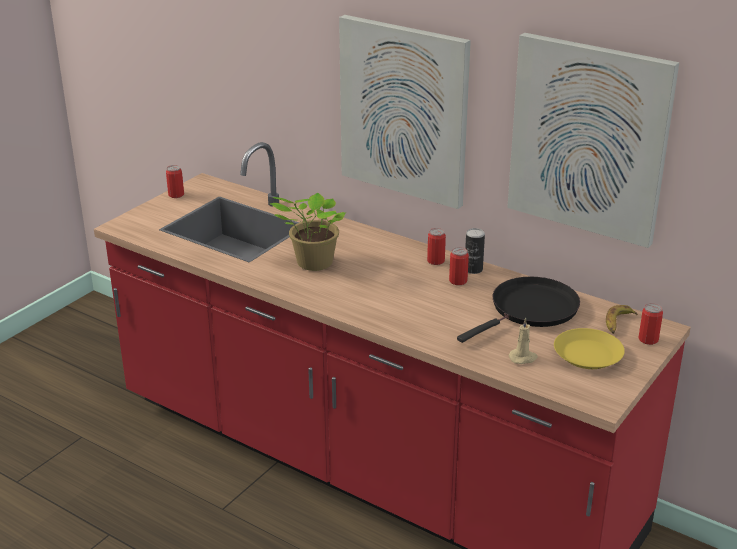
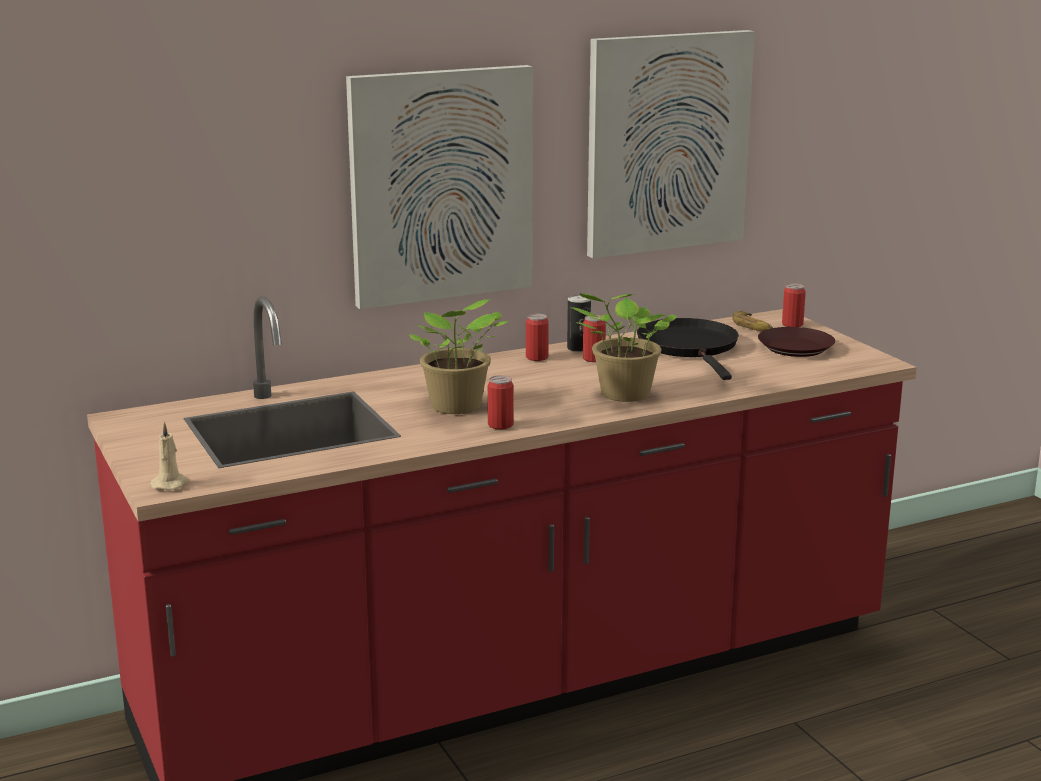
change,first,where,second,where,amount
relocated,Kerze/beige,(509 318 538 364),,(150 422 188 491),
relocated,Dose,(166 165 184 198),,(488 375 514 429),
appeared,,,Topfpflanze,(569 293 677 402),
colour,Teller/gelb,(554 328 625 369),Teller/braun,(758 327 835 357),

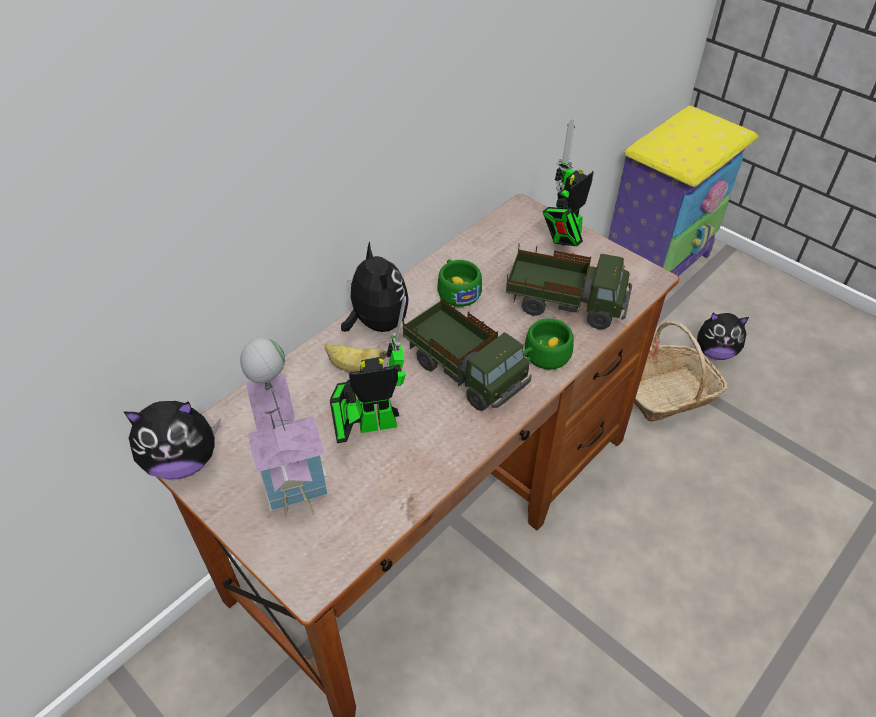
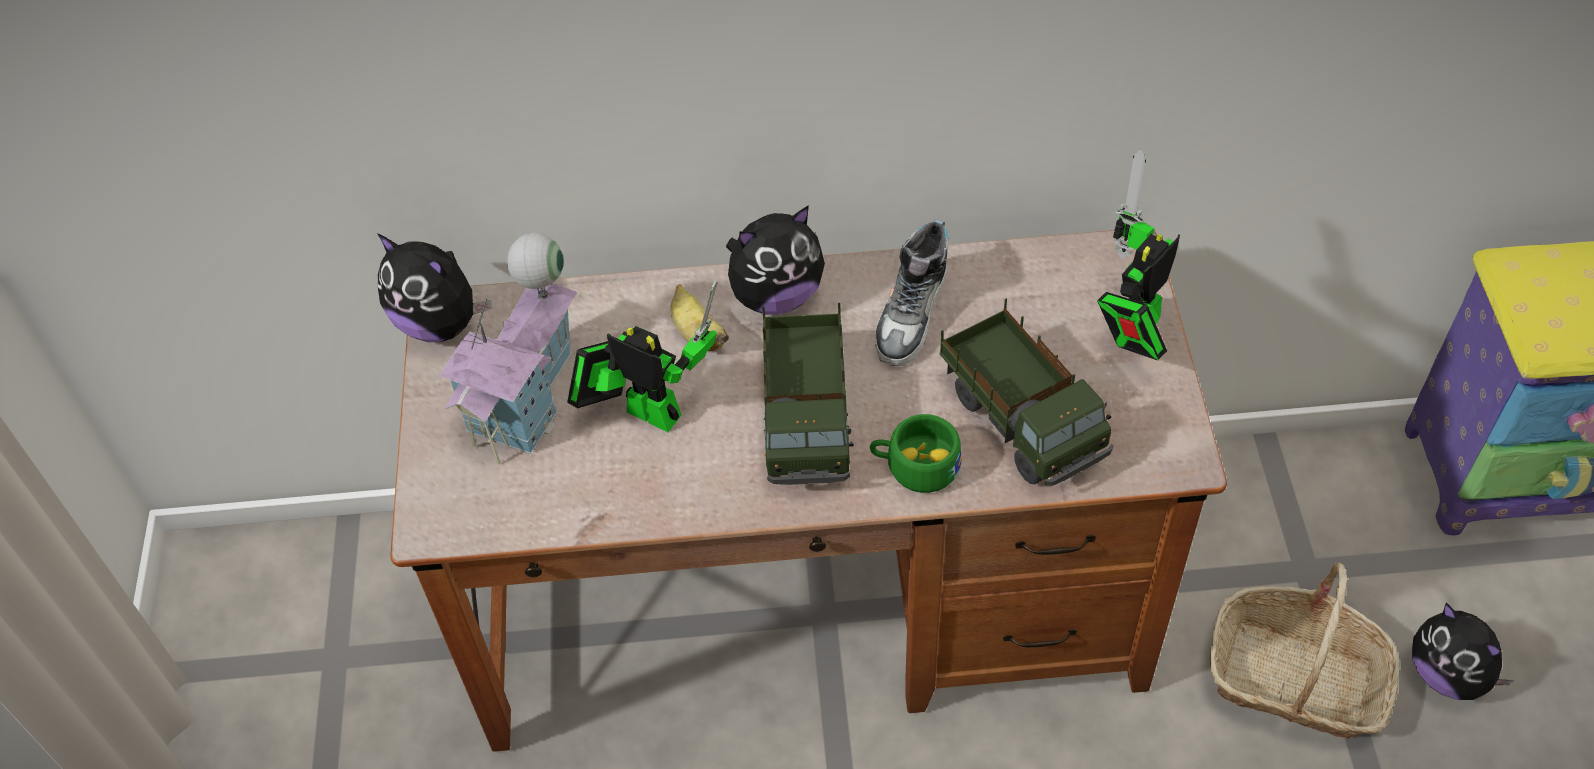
change,first,where,second,where,amount
spun,Plüschtier,(341 241 409 332),,(726 205 825 315),45 degrees clockwise
exchanged,Tasse/grün,(437 259 482 307),Schuh,(875 219 949 366),
spun,Spielzeugroboter,(543 119 594 246),,(1097 149 1180 361),45 degrees counterclockwise

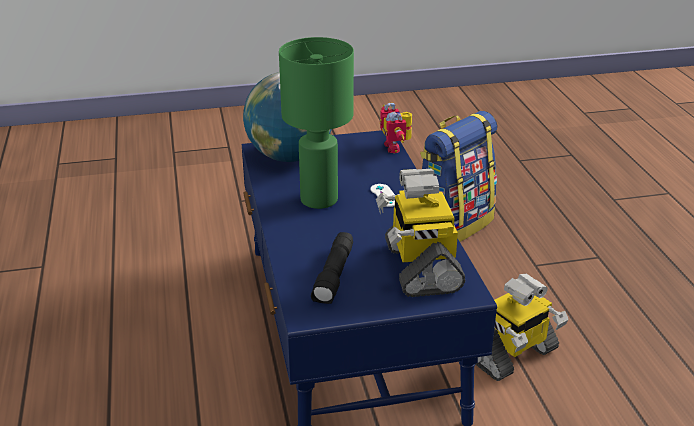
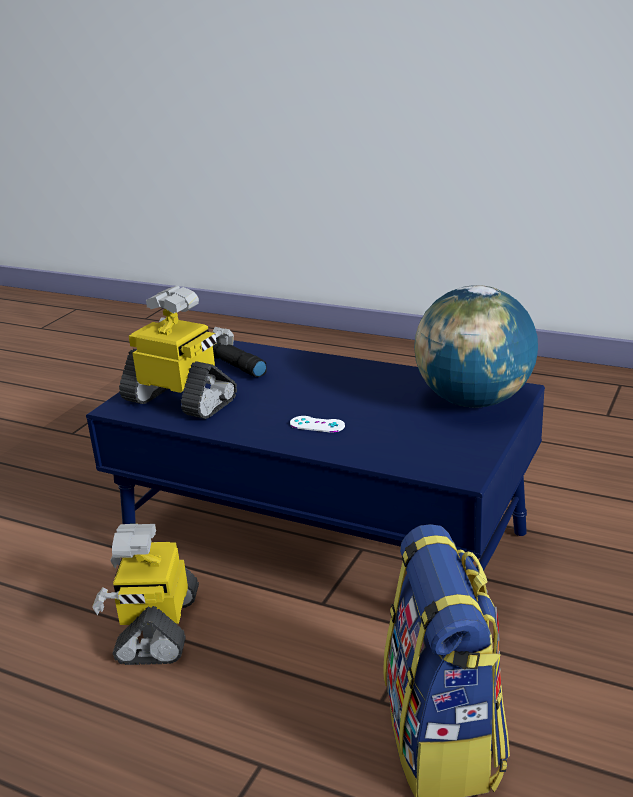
change,first,where,second,where,amount
missing,Tischlampe/grün,(279 37 354 209),,,
missing,Spielzeugroboter,(380 103 412 153),,,

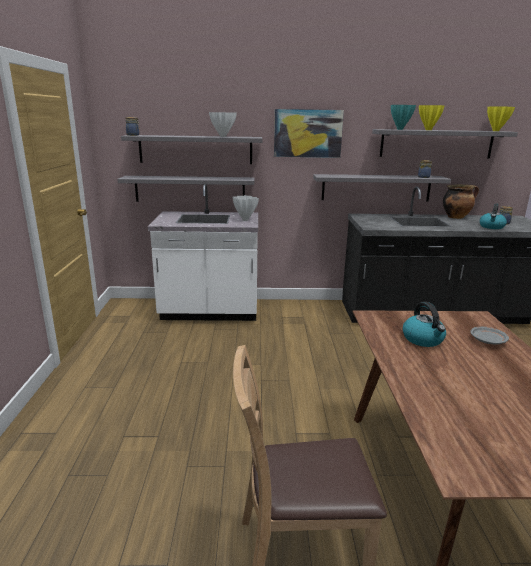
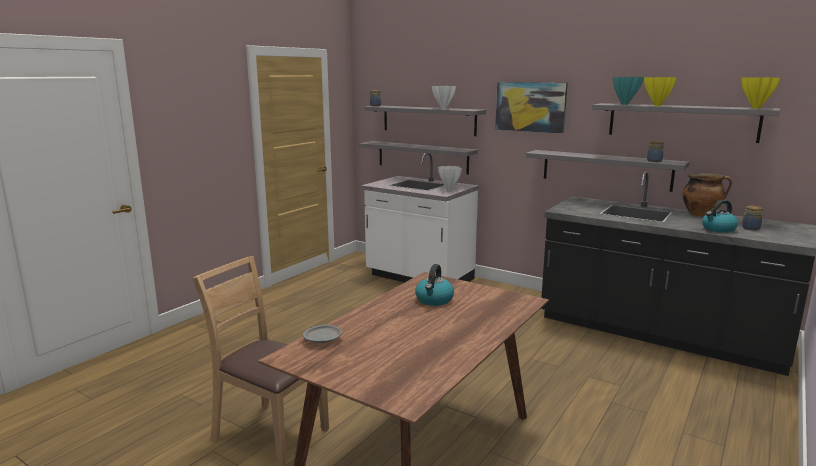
change,first,where,second,where,amount
relocated,Teller/grau,(471 327 509 344),,(303 324 342 343),

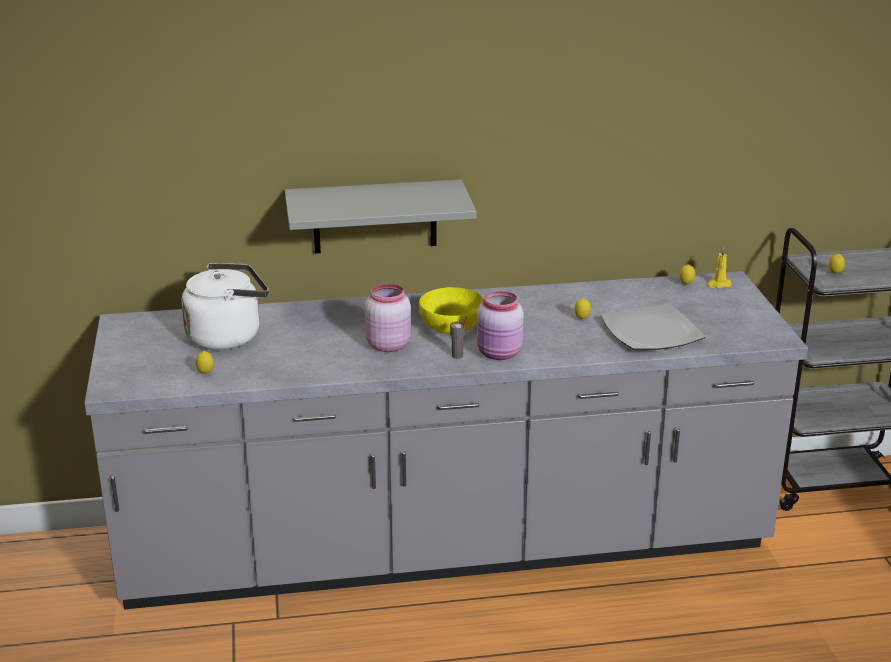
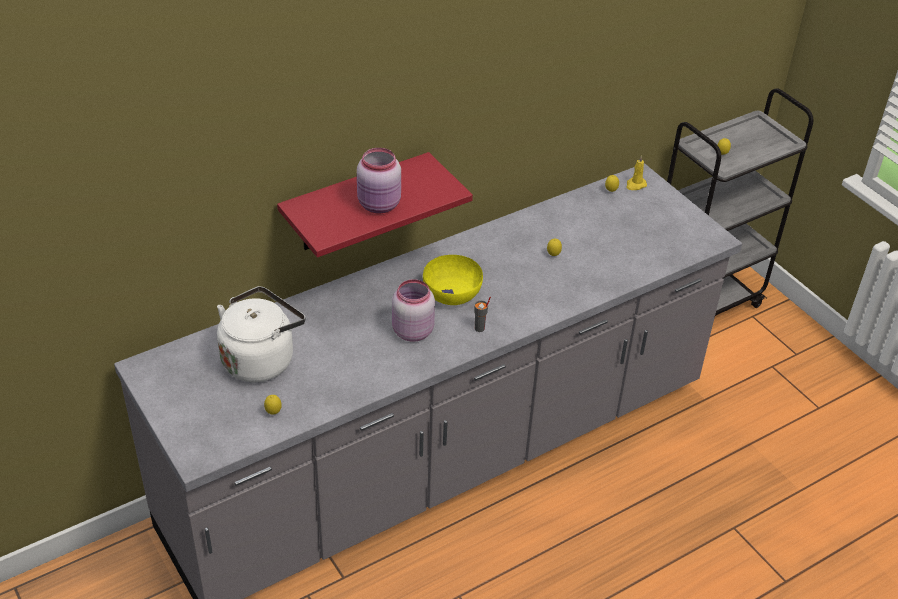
change,first,where,second,where,amount
colour,Wandregal/grau,(285 180 477 254),Wandregal/rot,(277 152 473 257),
relocated,Vorratsglas/rosa,(477 291 524 360),,(357 148 401 213),
missing,Teller,(601 304 705 350),,,

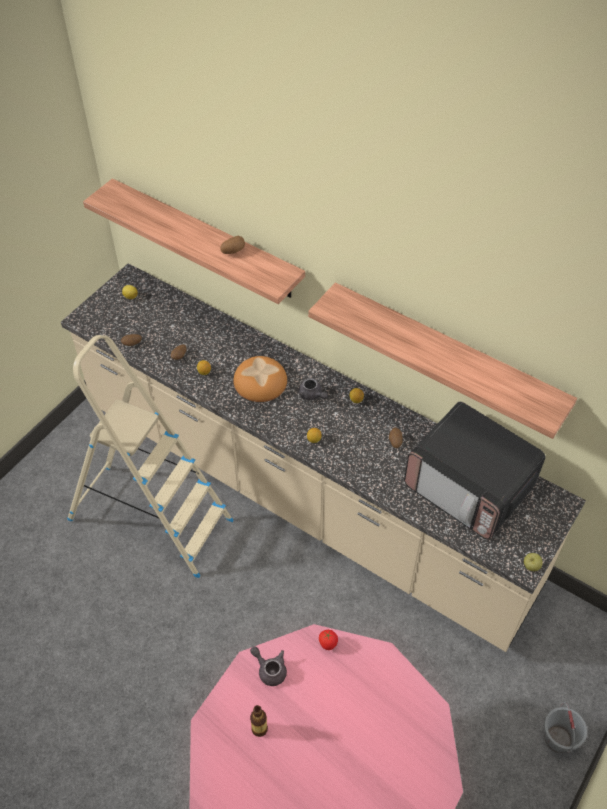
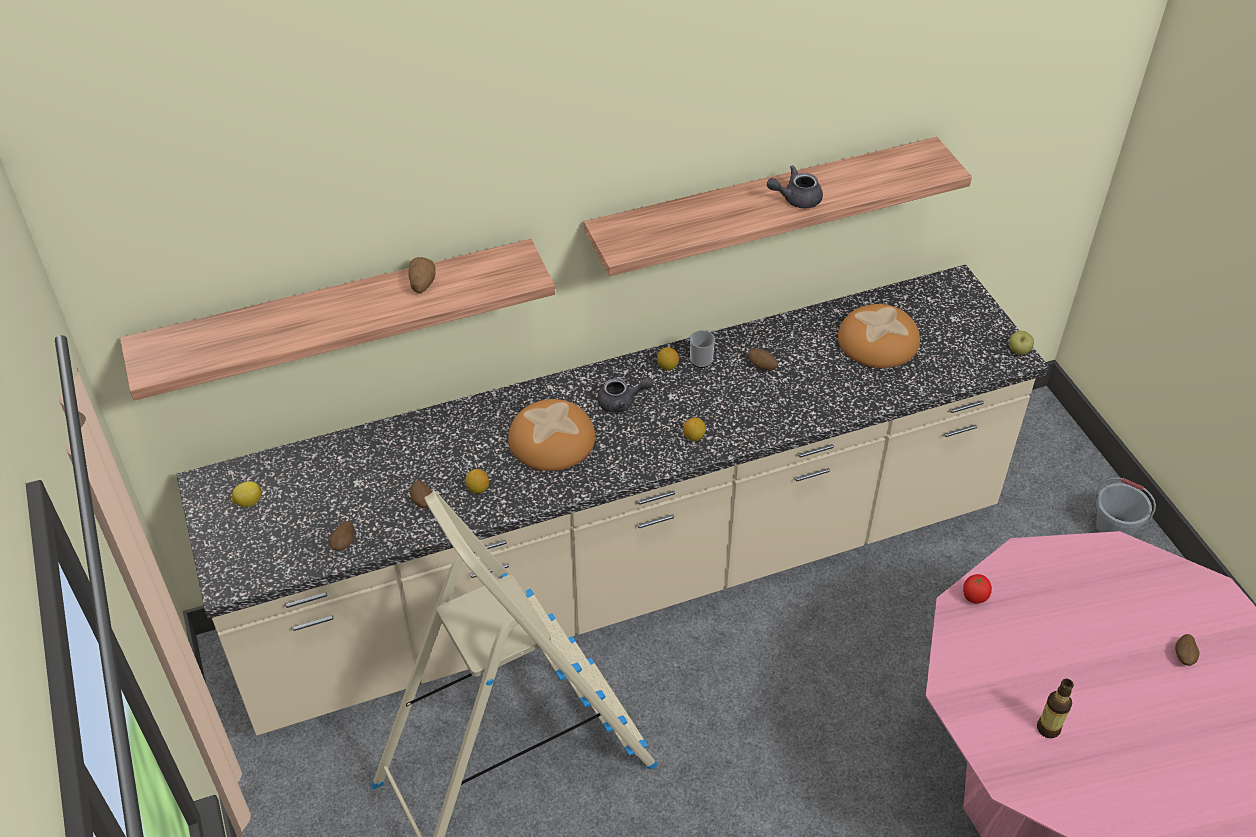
change,first,where,second,where,amount
appeared,,,Henkelbecher,(690 330 715 368),
relocated,Teekanne/grau,(250 646 287 686),,(767 165 823 208),
exchanged,Mikrowelle,(404 402 546 540),Brot,(838 304 920 368),
appeared,,,Kartoffel,(1175 634 1200 666),

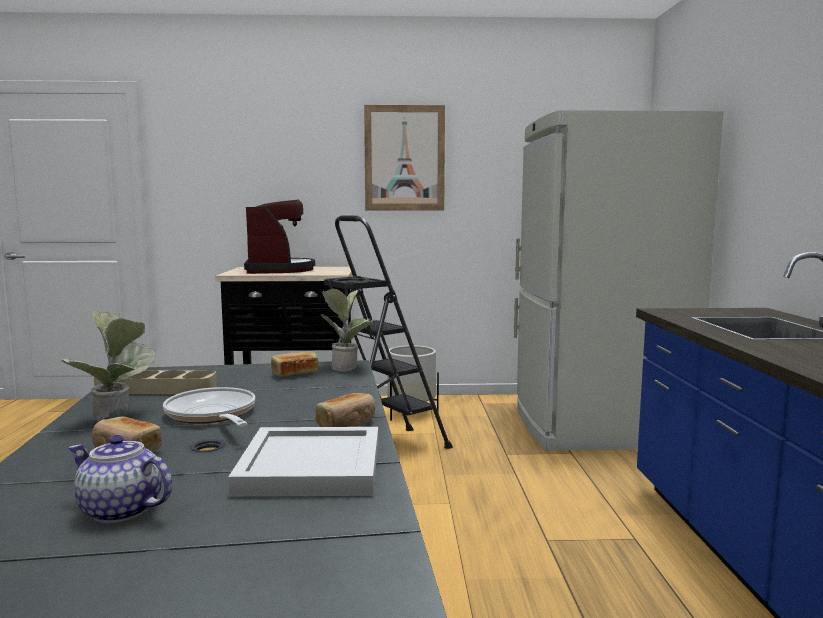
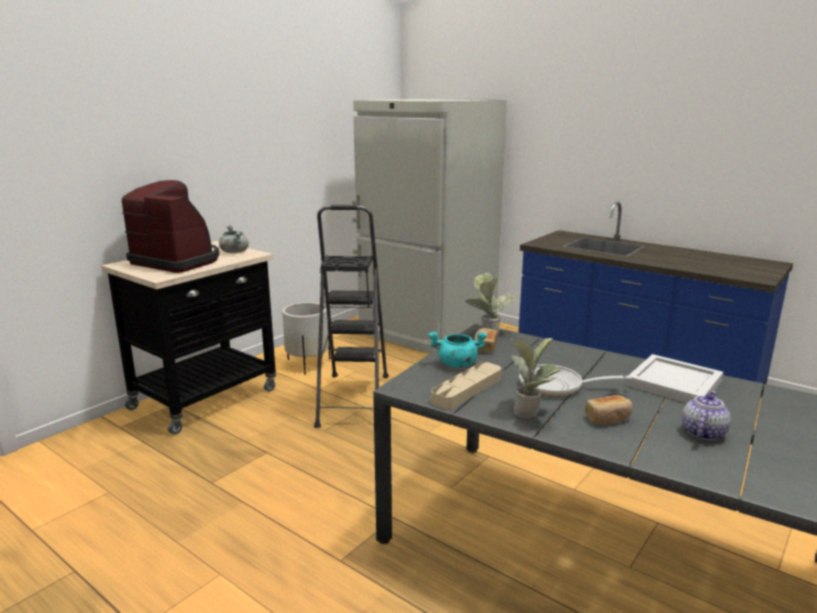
change,first,where,second,where,amount
appeared,,,Kochtopf/grau,(219 225 249 253),
appeared,,,Kochtopf/türkis,(428 332 487 368),
spun,Teekanne,(69 435 172 523),,(682 391 731 440),150 degrees clockwise
missing,Brot,(316 393 375 427),,,
missing,Bild,(364 105 445 210),,,

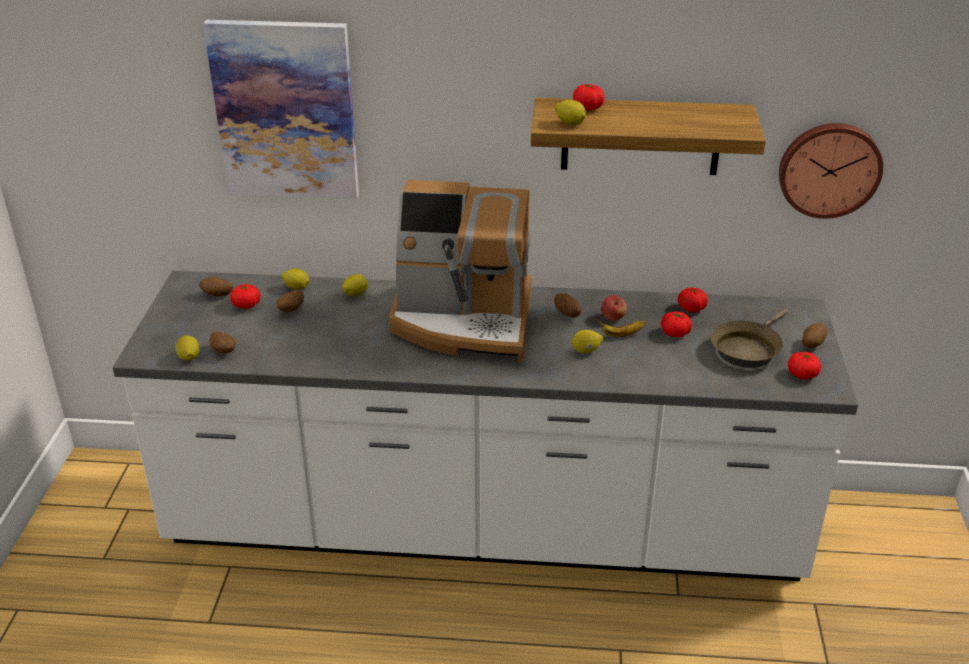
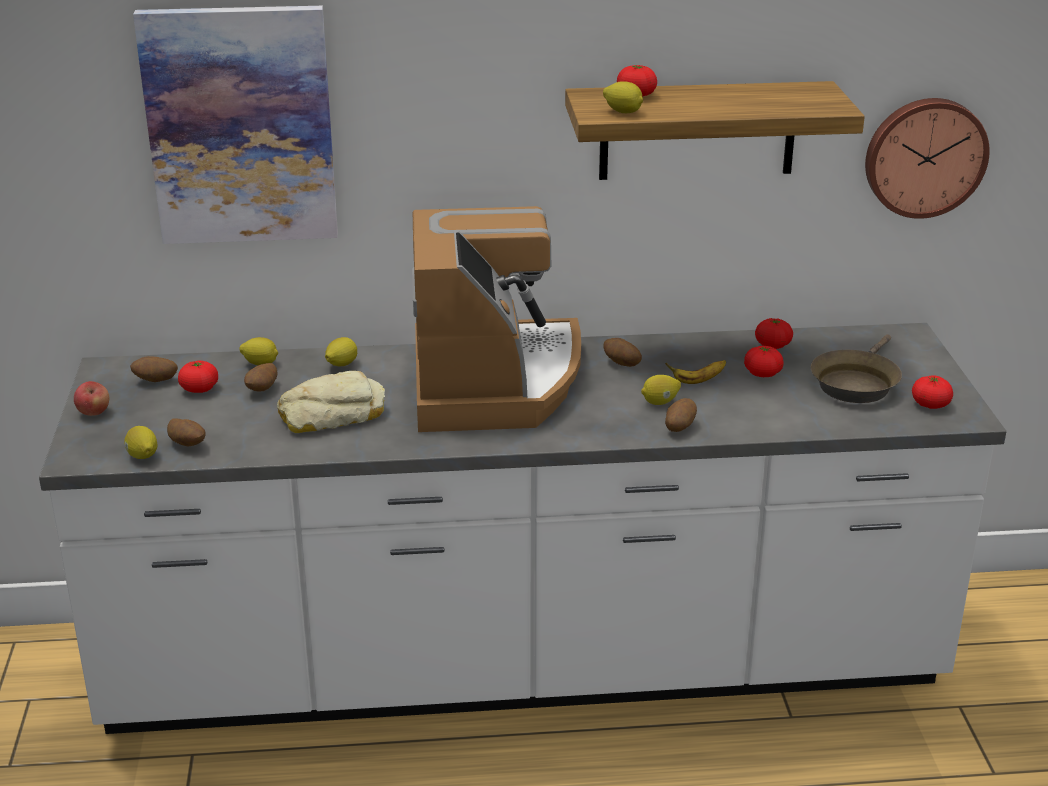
change,first,where,second,where,amount
relocated,Apfel,(601 295 627 321),,(74 381 109 416),
appeared,,,Brot,(277 371 385 433),
spun,Kaffeemaschine,(389 180 532 362),,(412 206 581 432),90 degrees counterclockwise
relocated,Kartoffel,(802 323 827 348),,(665 398 697 432),

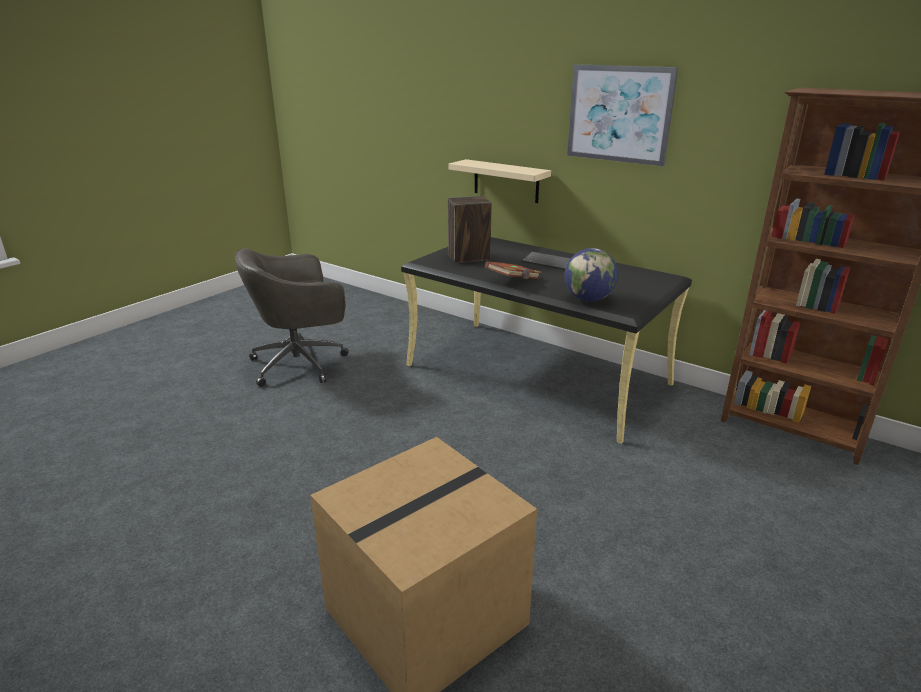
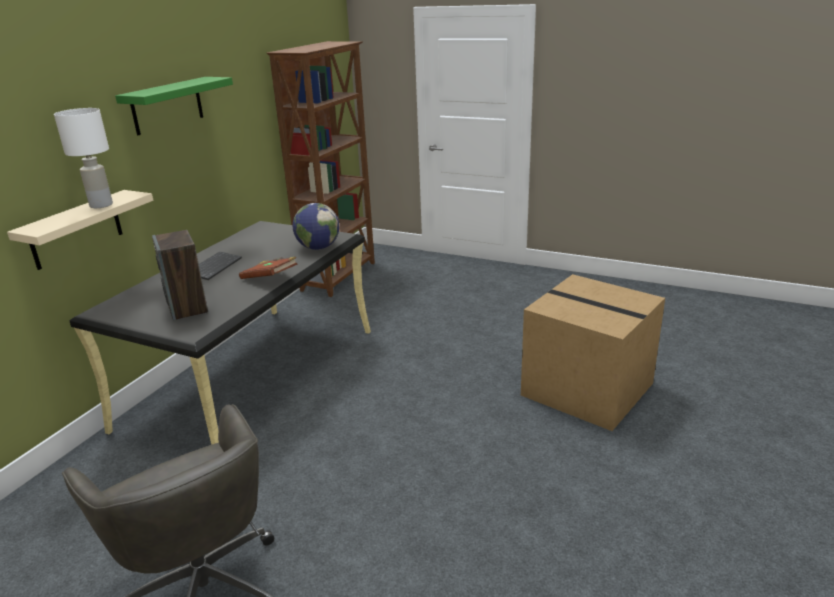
change,first,where,second,where,amount
appeared,,,Tischlampe/weiß,(54 108 113 208),
exchanged,Bild,(567 64 678 166),Wandregal/grün,(115 77 233 135),

